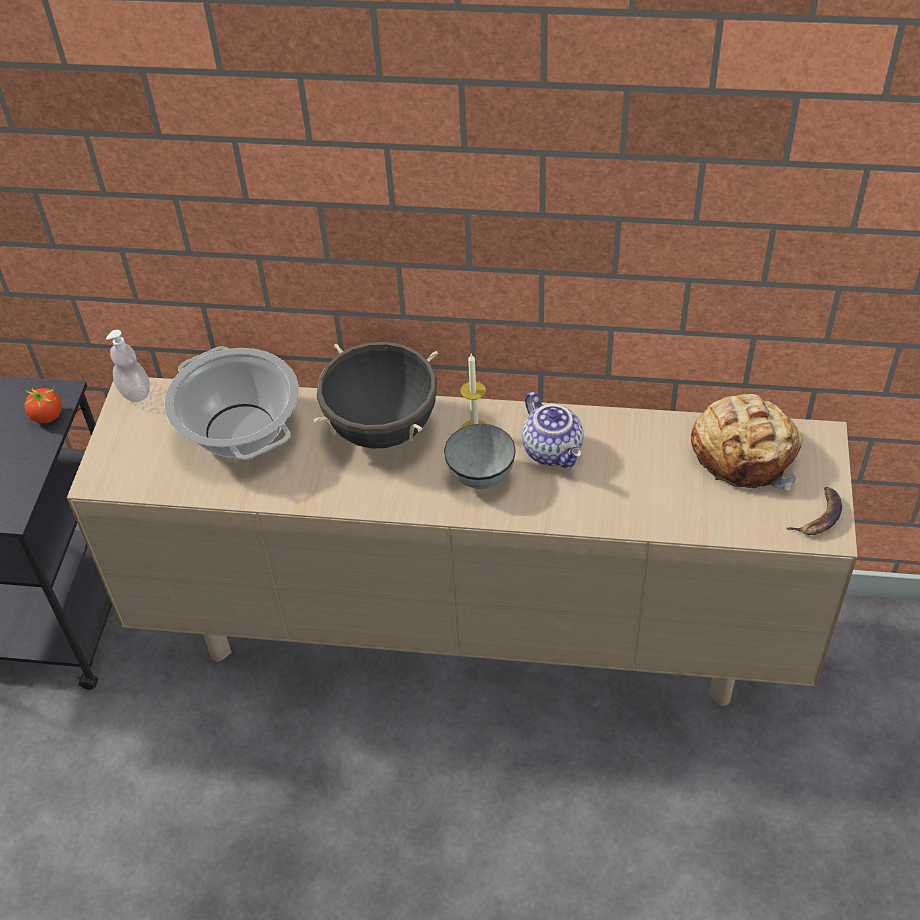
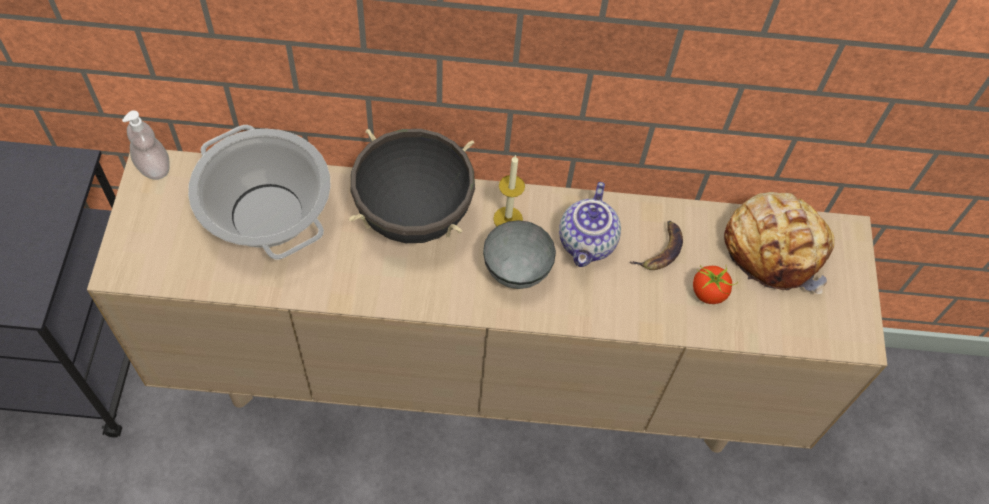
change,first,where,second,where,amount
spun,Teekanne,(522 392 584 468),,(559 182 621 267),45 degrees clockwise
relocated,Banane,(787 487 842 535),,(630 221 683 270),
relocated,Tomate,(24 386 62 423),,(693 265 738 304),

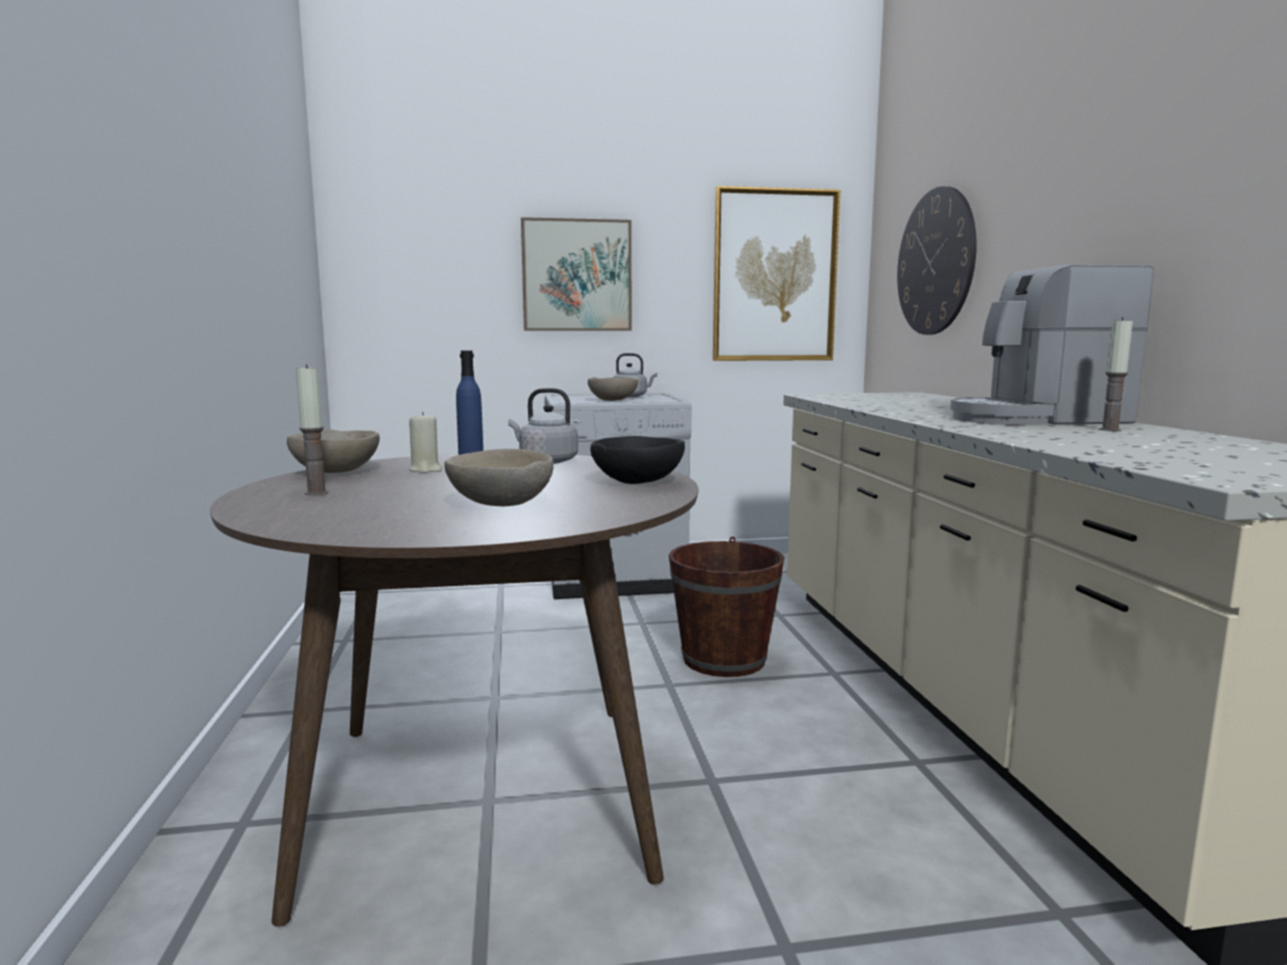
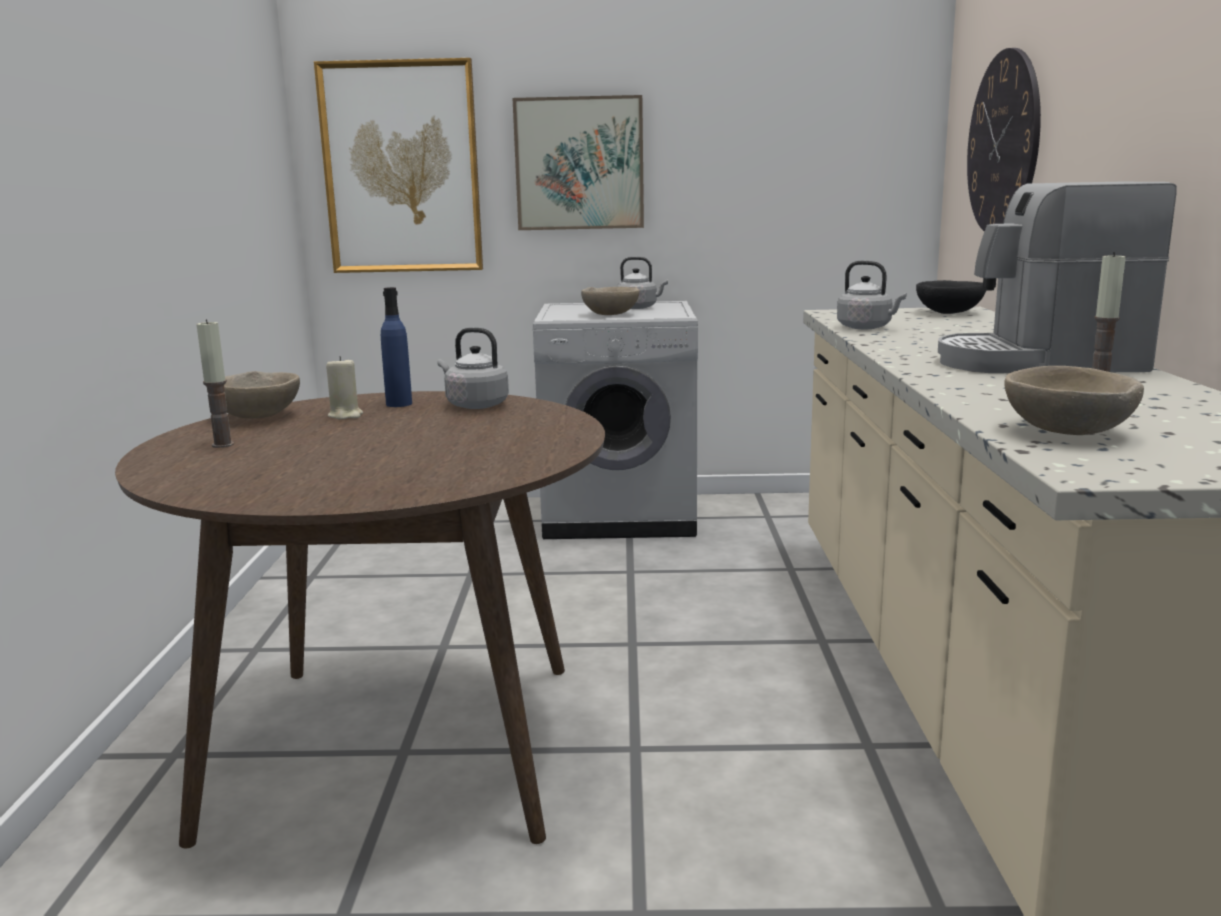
change,first,where,second,where,amount
relocated,Bild,(713 186 840 361),,(314 58 483 273),
appeared,,,Wasserkessel/grau,(837 261 907 329),
relocated,Schüssel/schwarz,(590 436 685 484),,(916 280 986 314),
relocated,Schüssel/beige,(444 449 554 506),,(1004 366 1144 435),
missing,Eimer/braun,(669 536 784 677),,,

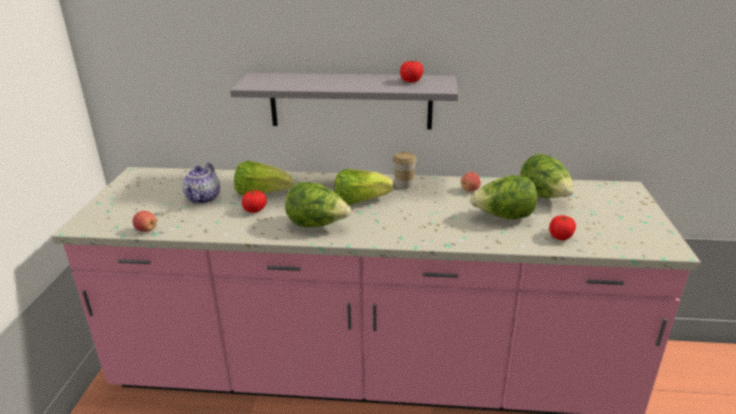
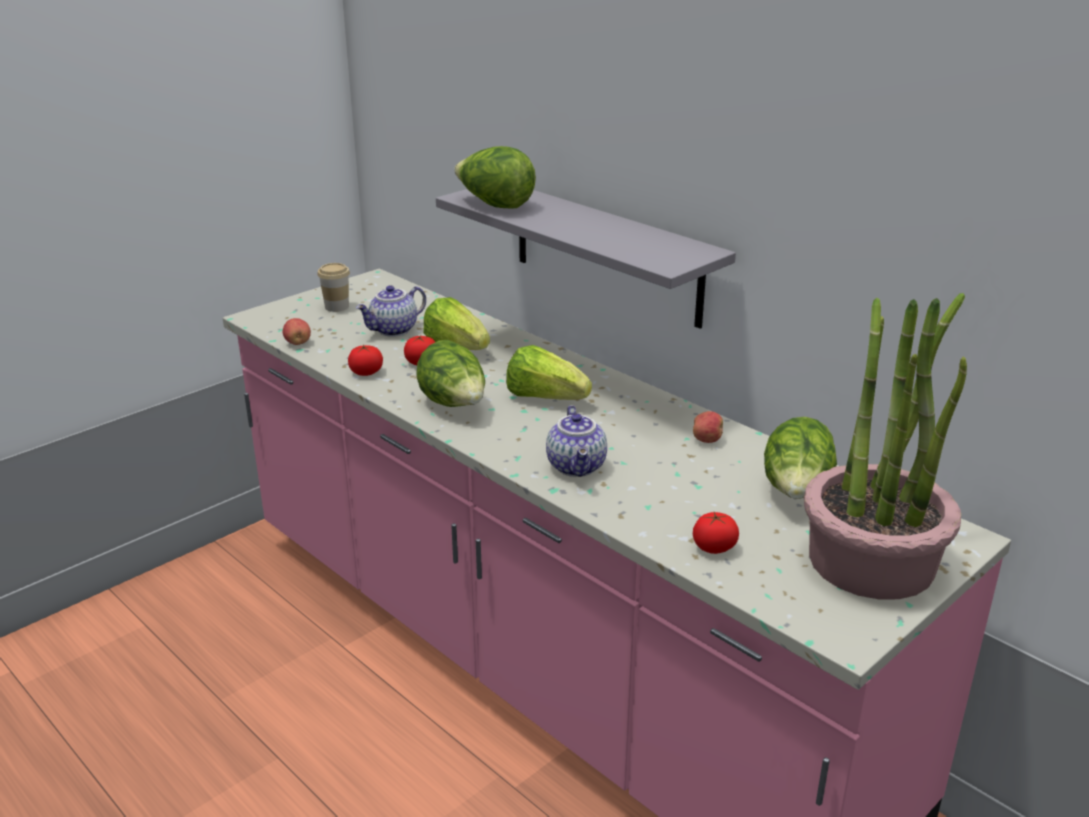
change,first,where,second,where,amount
relocated,Tasse,(392 152 417 189),,(317 263 350 312),
relocated,Tomate,(400 61 423 83),,(348 345 383 376),
relocated,Salatkopf,(470 175 537 219),,(454 146 536 208),
appeared,,,Teekanne,(546 405 607 477),
appeared,,,Topfpflanze,(804 293 967 599),

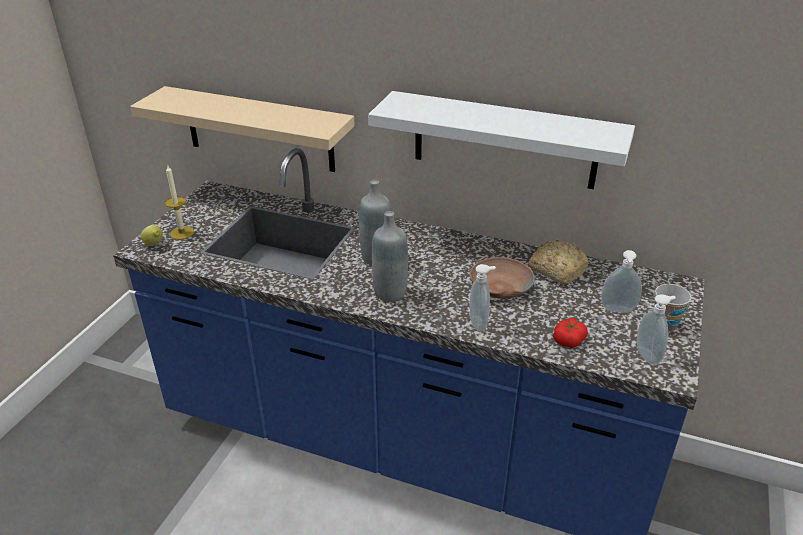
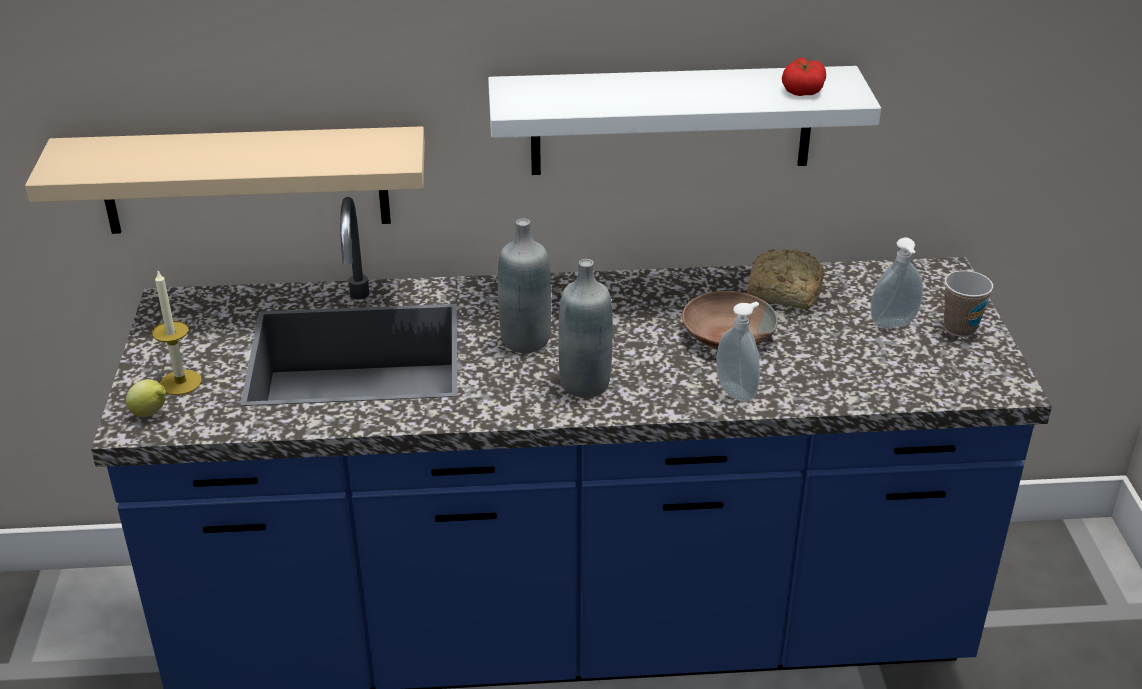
change,first,where,second,where,amount
relocated,Tomate,(553 318 588 348),,(782 57 826 96),
missing,Seifenspender,(637 294 676 365),,,

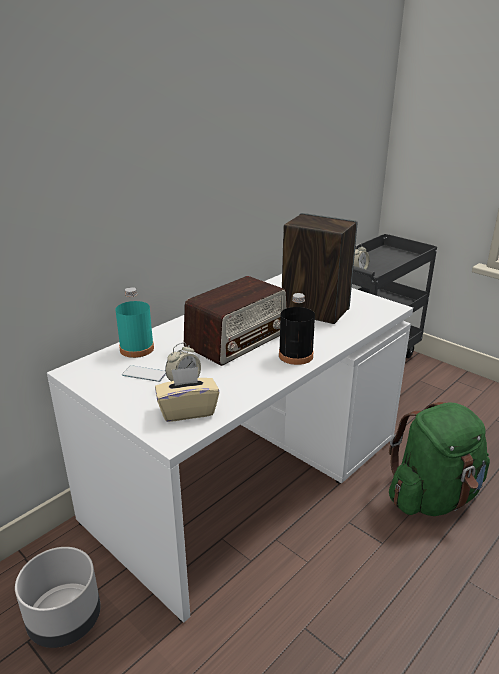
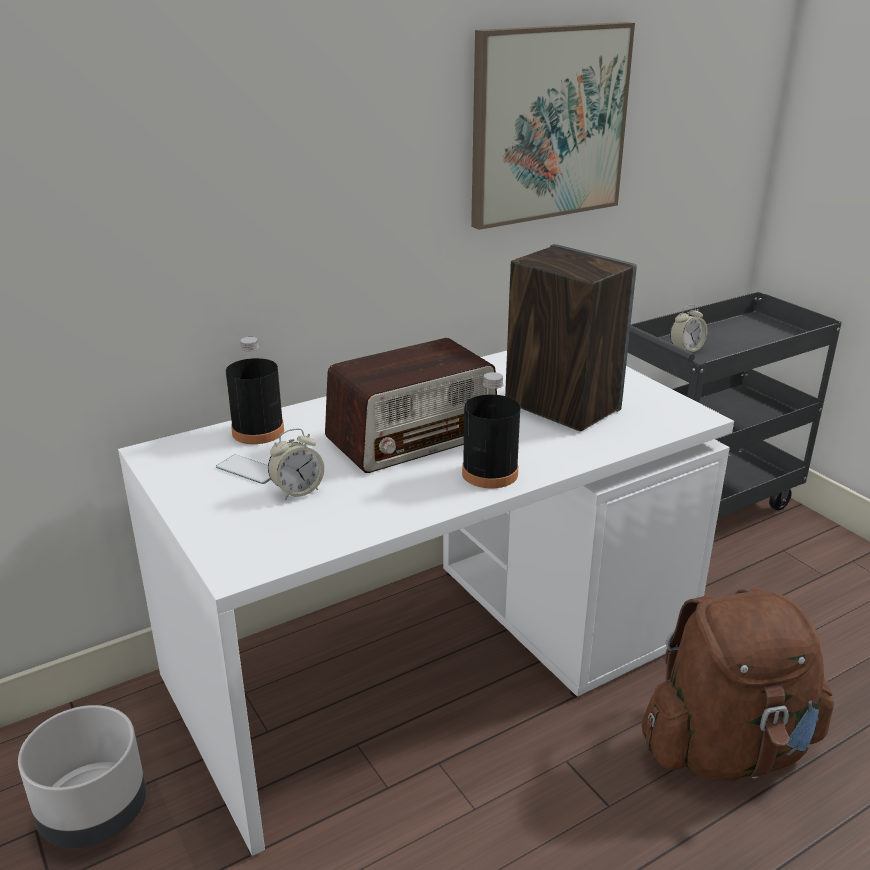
change,first,where,second,where,amount
colour,Flasche/türkis,(115 287 154 358),Flasche/schwarz,(226 337 284 444),
appeared,,,Bild,(471 22 635 230),
colour,Rucksack/grün,(389 402 490 516),Rucksack/braun,(642 588 834 781),
missing,Taschentuchbox/beige,(155 367 219 422),,,

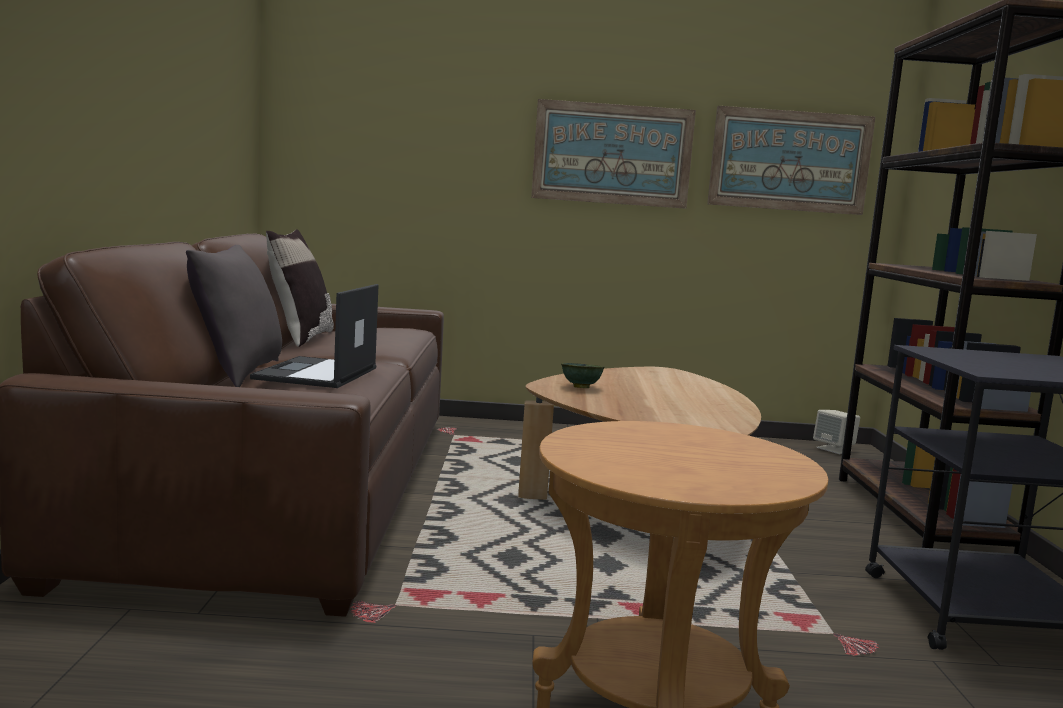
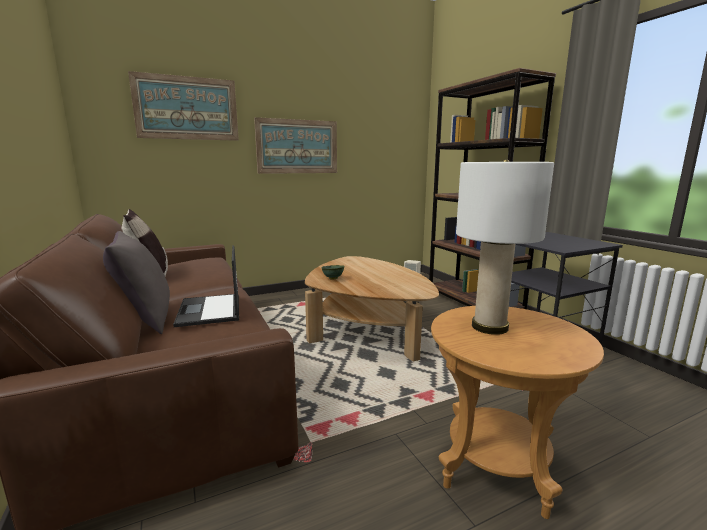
change,first,where,second,where,amount
relocated,Bild,(707 106 875 215),,(128 71 239 141),
appeared,,,Tischlampe/weiß,(456 159 554 335),

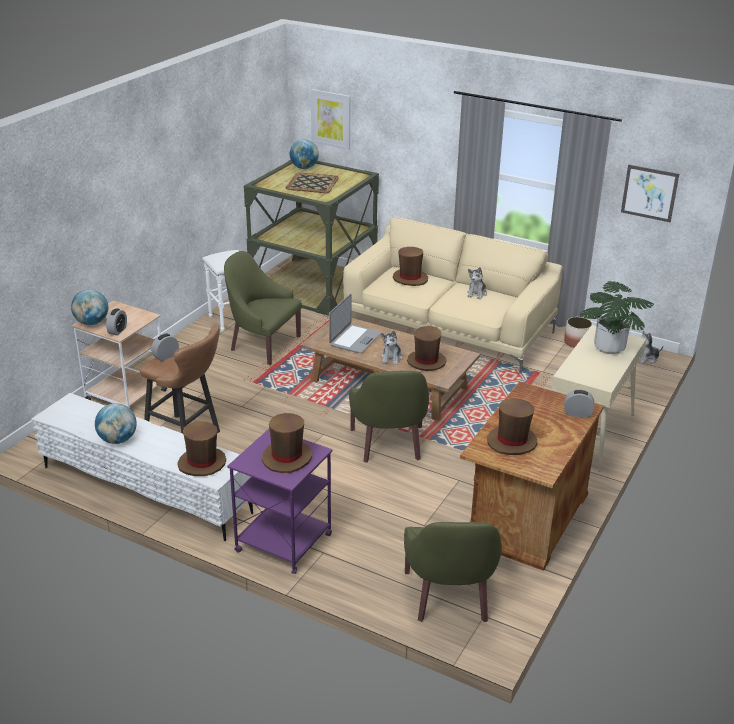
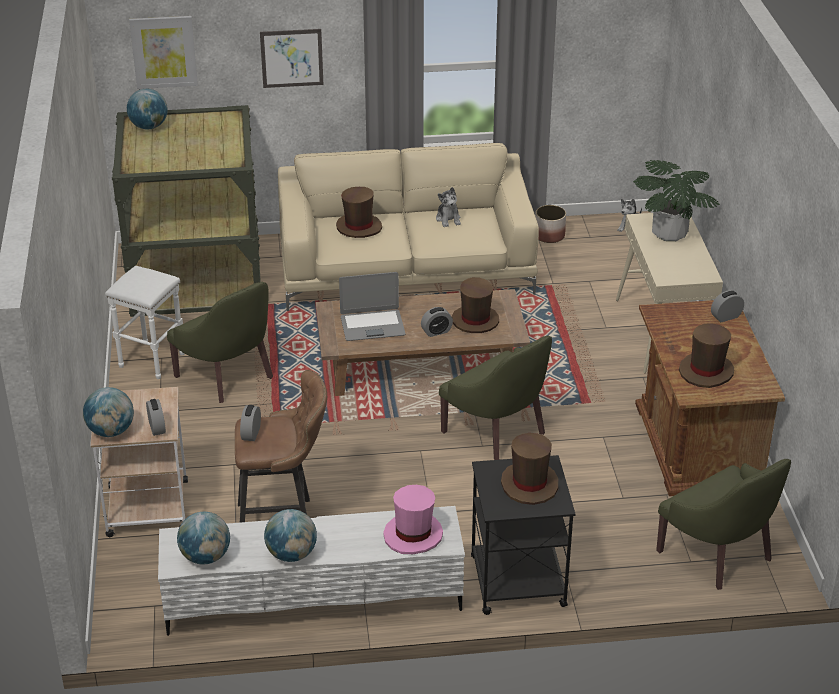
change,first,where,second,where,amount
spun,Sessel/grün,(224 251 302 365),,(167 282 273 403),120 degrees counterclockwise
appeared,,,Globus,(177 511 230 565),
relocated,Bild,(621 164 679 222),,(260 29 323 88),
spun,Laptop,(329 294 382 353),,(339 272 406 341),90 degrees clockwise
colour,Hut/braun,(177 421 226 476),Hut/rosa,(383 485 443 554),
exchanged,Plüschtier,(381 331 403 365),Wecker,(421 307 453 337),
colour,Rollwagen/lila,(227 429 333 574),Rollwagen/schwarz,(471 455 576 615),
missing,Tablett,(286 172 339 193),,,

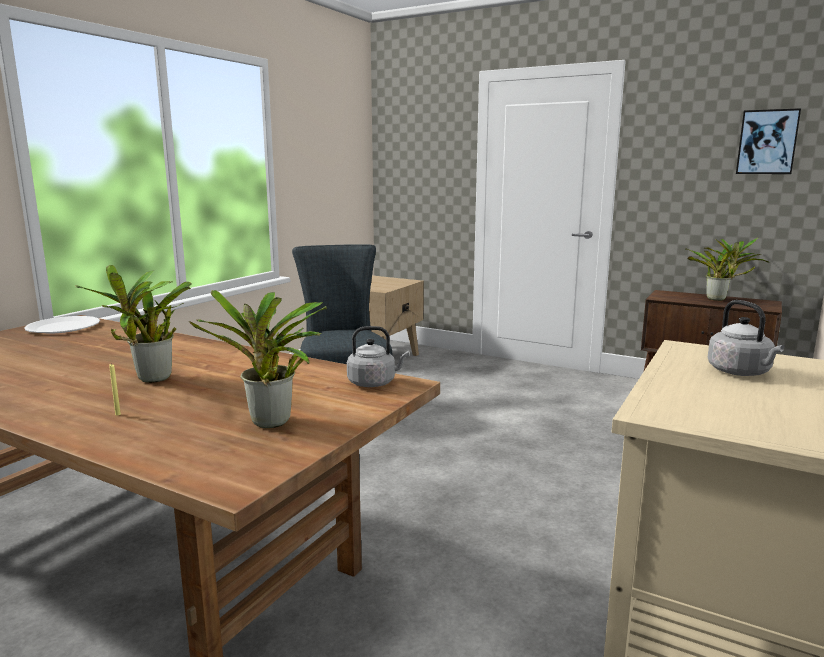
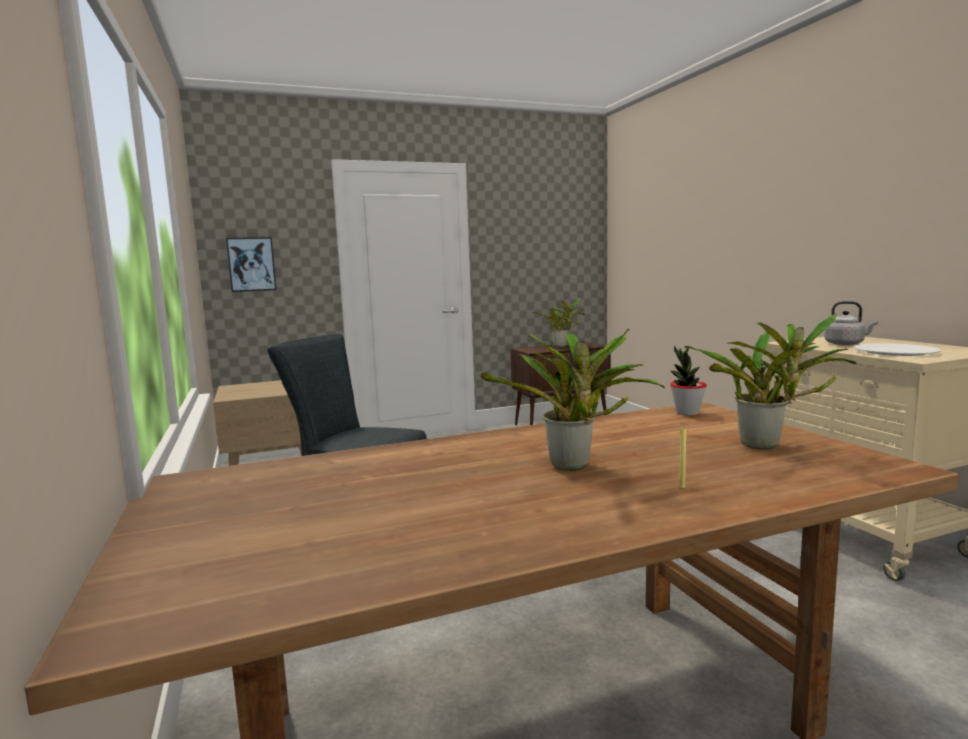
change,first,where,second,where,amount
relocated,Bild,(736 108 801 174),,(226 237 276 292),
exchanged,Wasserkessel/grau,(347 326 409 387),Topfpflanze,(670 346 707 416),
relocated,Teller/weiß,(24 316 100 333),,(854 343 941 356),

